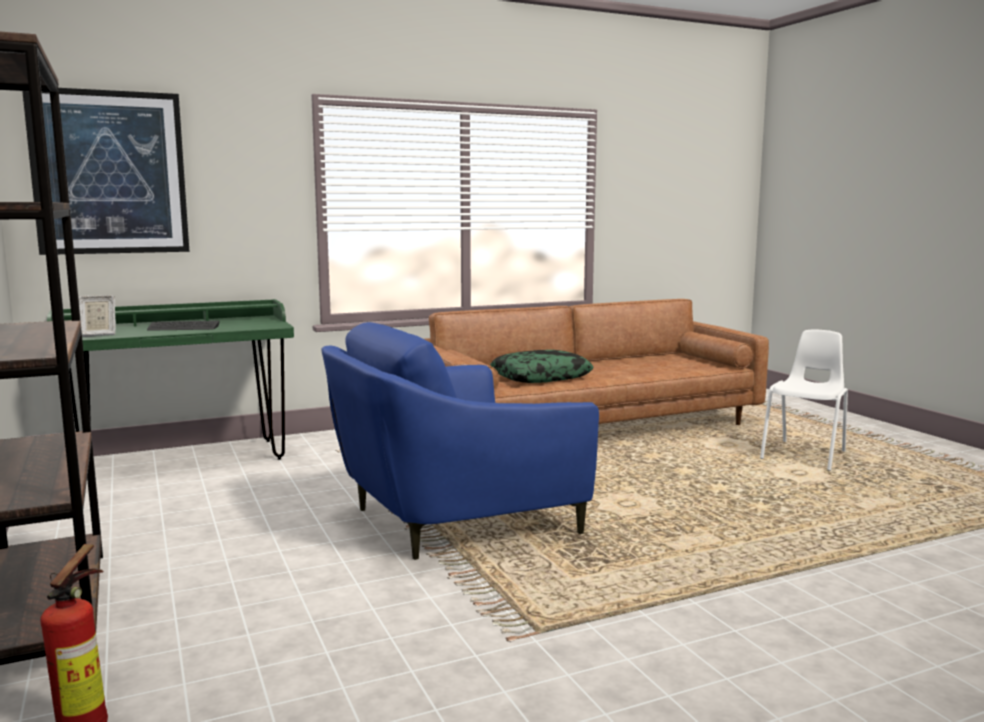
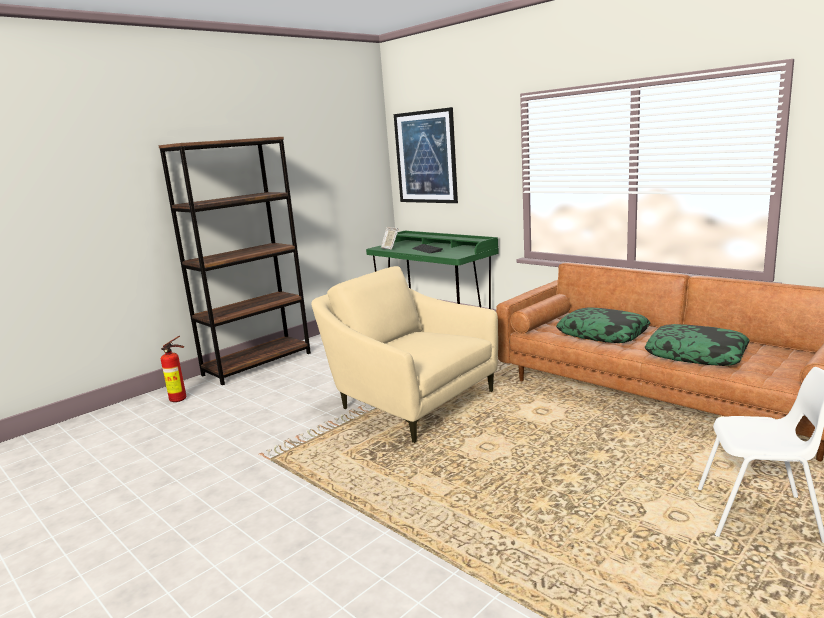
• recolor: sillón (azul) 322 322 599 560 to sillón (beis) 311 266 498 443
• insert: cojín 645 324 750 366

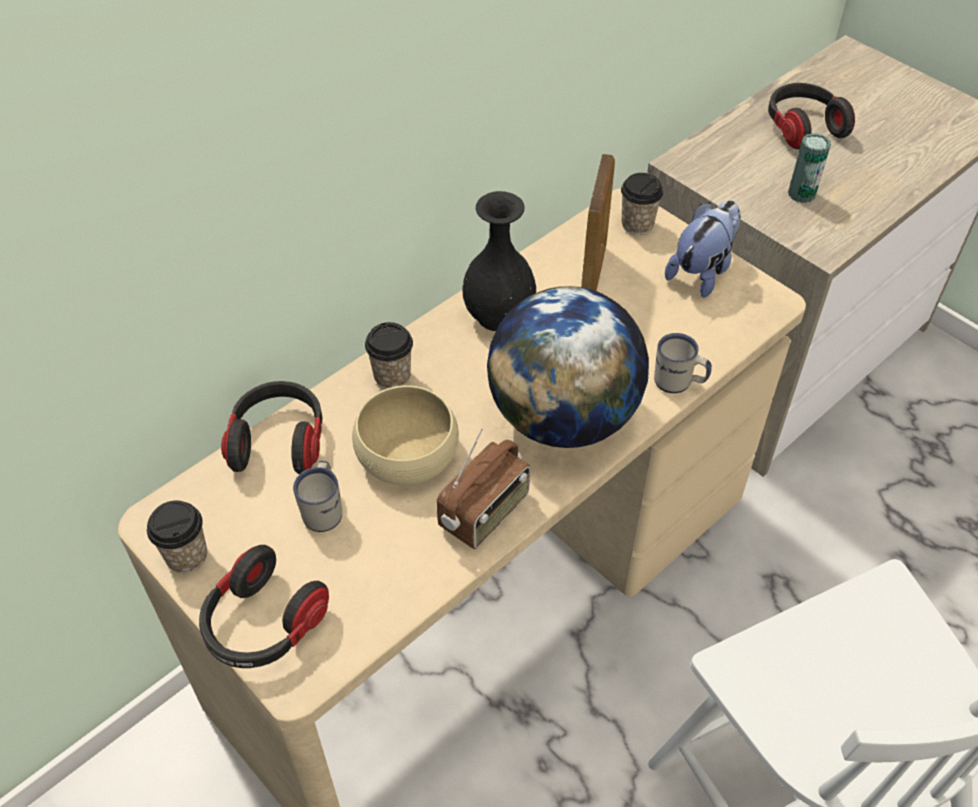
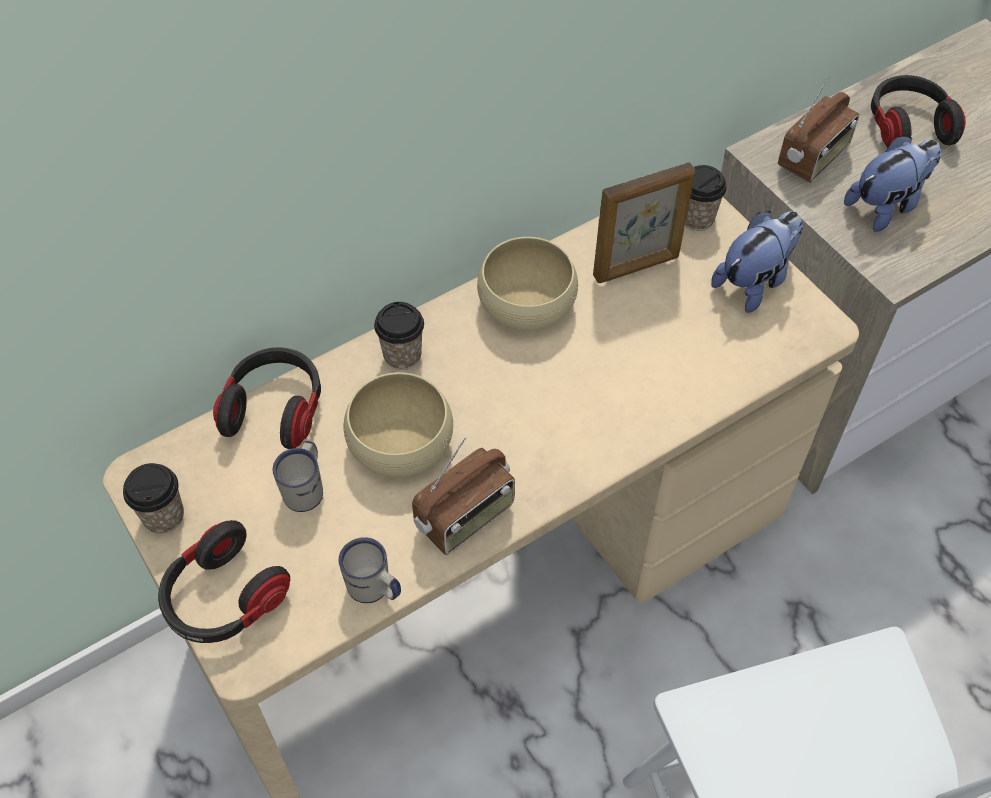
• replace: florero (negro) 462 191 536 331 to cuenco (beis) 477 237 578 331
• delete: globo terráqueo 487 286 649 448
• rotate: portarretratos 581 154 615 291 = 593 163 695 283 45 degrees clockwise
• move: taza grande (blanco) 654 333 712 393 to 339 537 401 603
• replace: lata 788 133 831 203 to peluche 844 136 941 232
• insert: radio 778 75 859 183

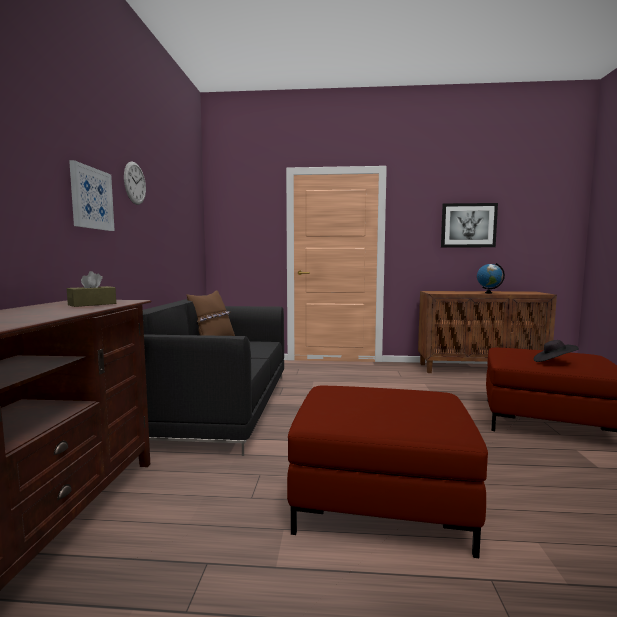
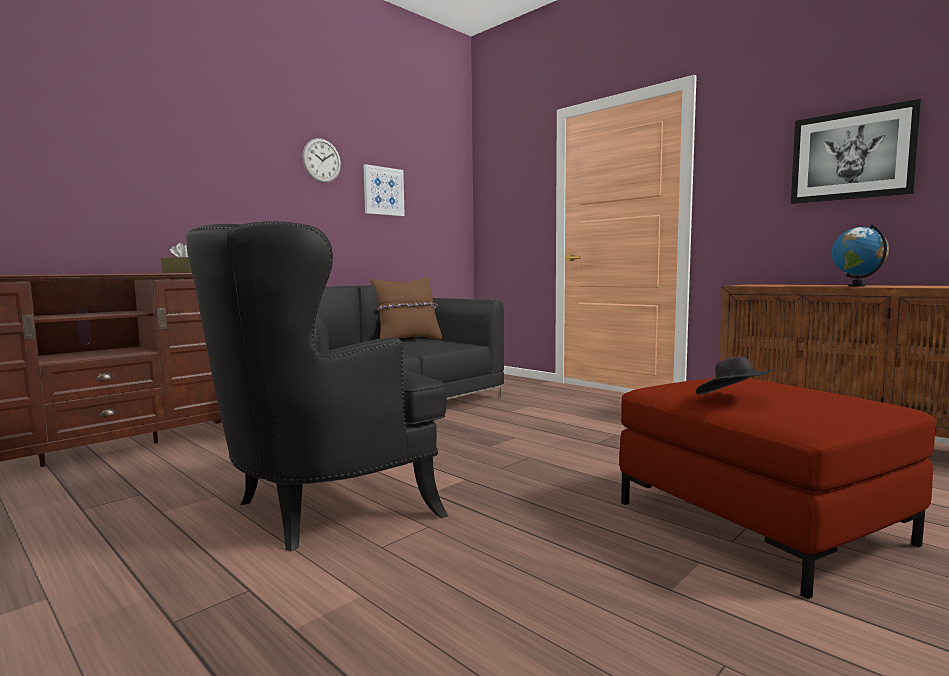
• move: cuadro 69 160 115 231 to 363 164 405 216
• replace: puf (rojo) 287 386 488 558 to sillón (negro) 186 221 448 551

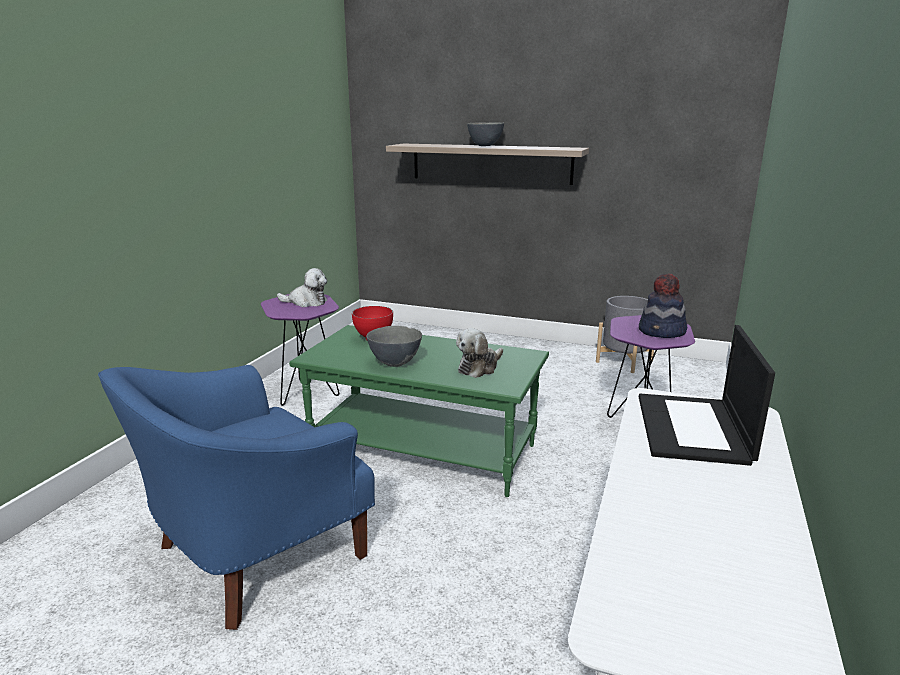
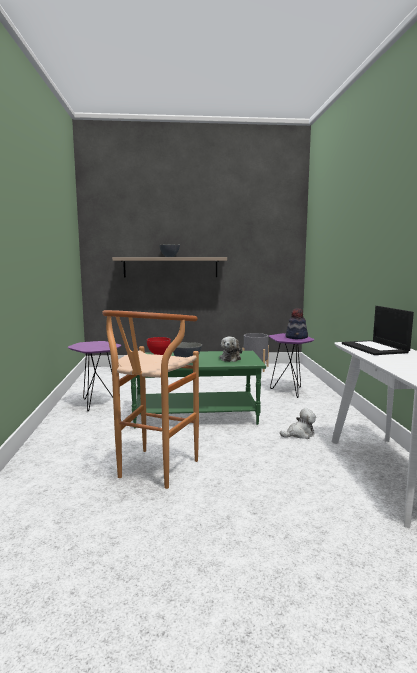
• replace: sillón (azul) 98 365 375 630 to taburete (marrón) 102 310 199 489
• move: peluche 277 268 327 307 to 280 408 316 439

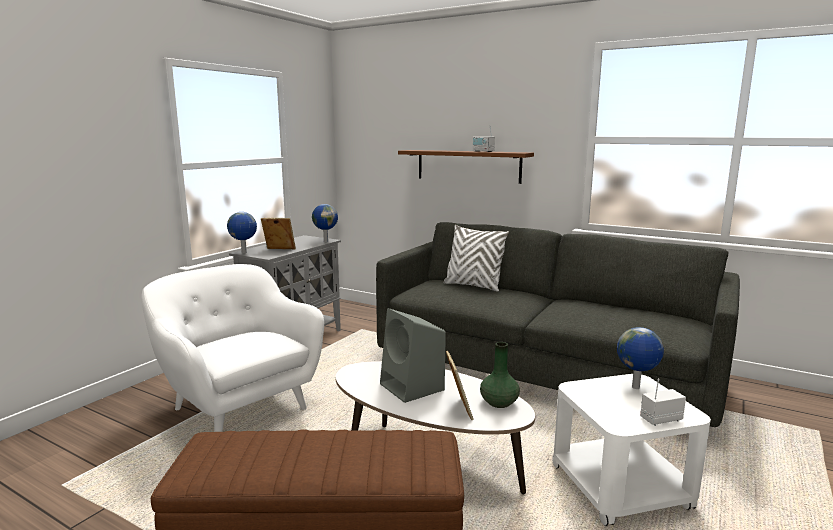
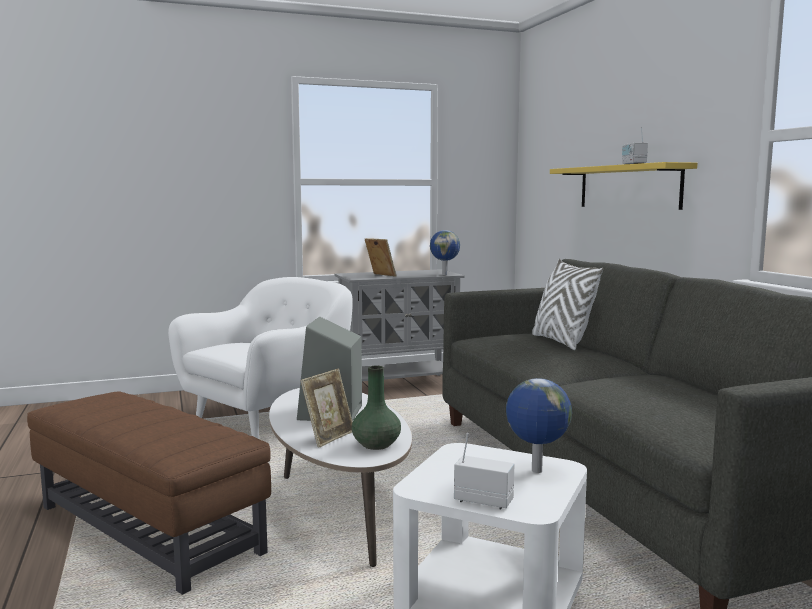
• rotate: sillón (blanco) 142 264 324 432 = 168 277 353 439 45 degrees clockwise
• delete: globo terráqueo 227 212 257 253
• recolor: estante (marrón) 398 150 534 184 to estante (amarillo) 550 162 697 210

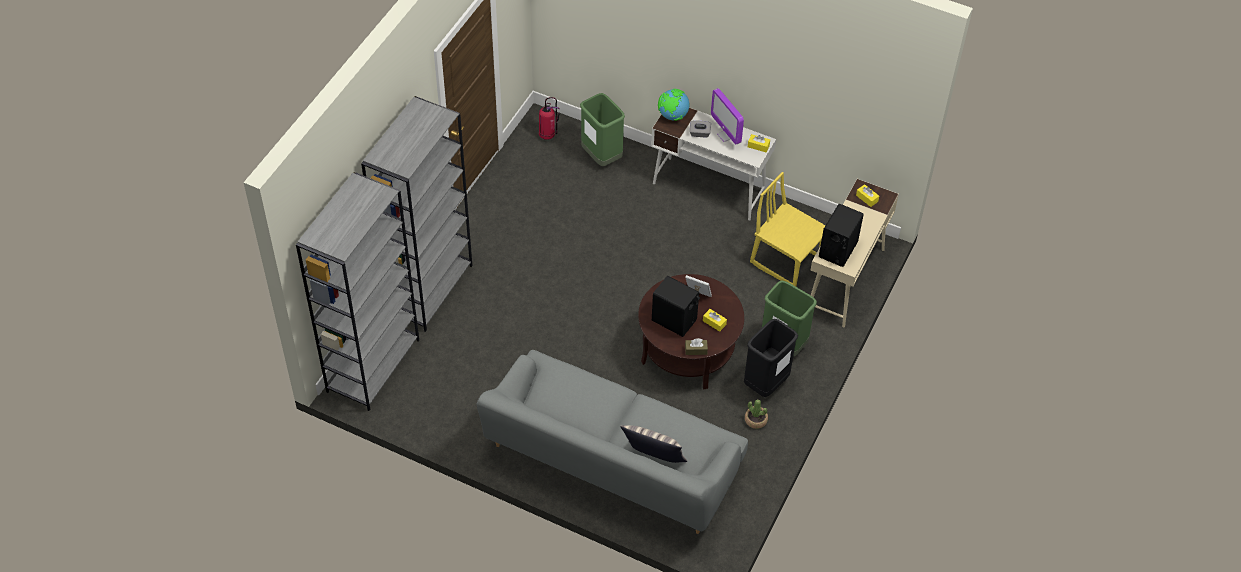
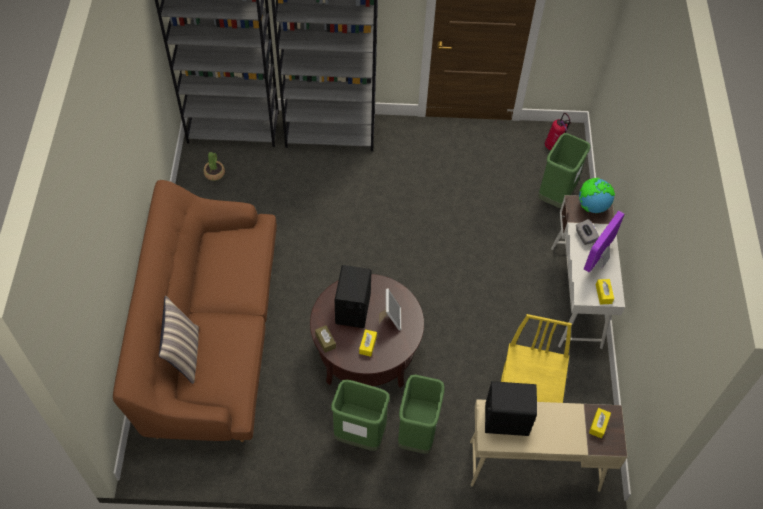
• recolor: sofá (gris) 477 350 748 534 to sofá (marrón) 113 180 277 442
• recolor: papelera (negro) 744 319 798 397 to papelera (verde) 331 380 390 451
• move: planta en maceta 745 400 768 429 to 203 152 225 181

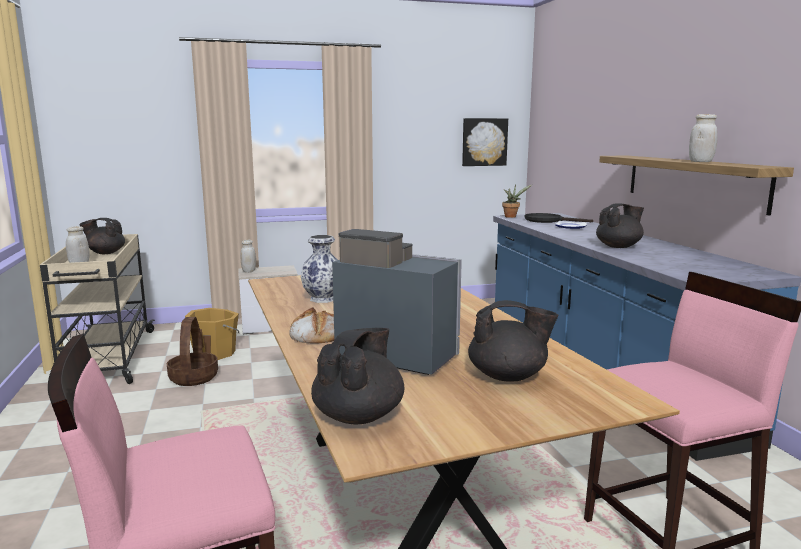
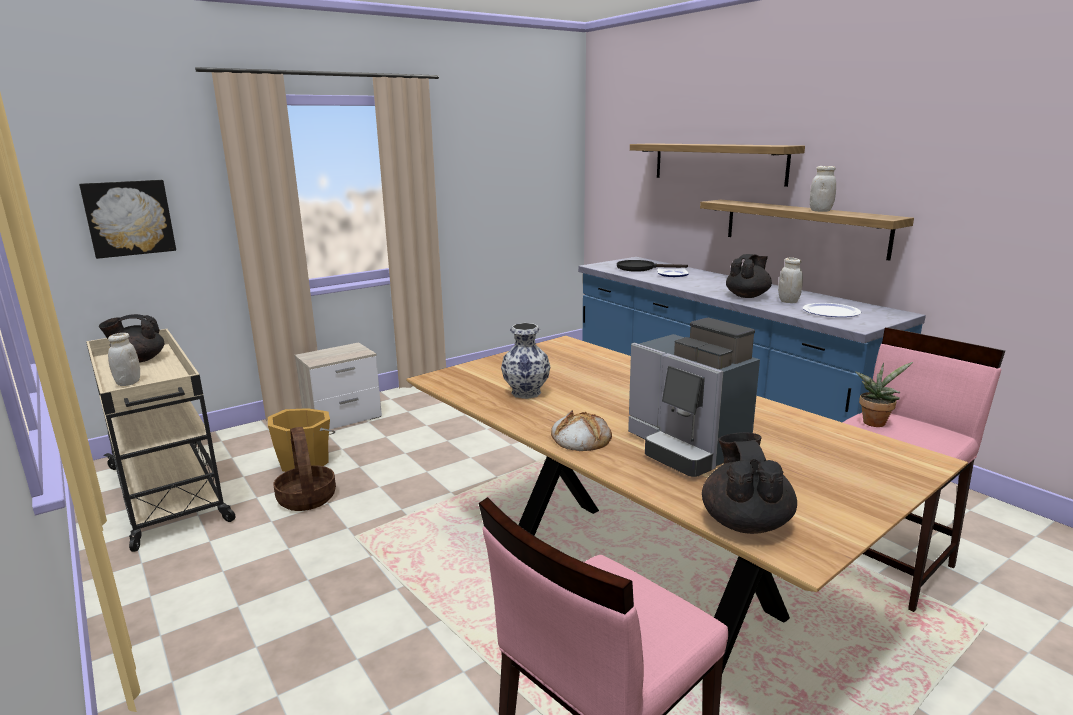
• move: tarro (blanco) 241 240 256 273 to 778 257 803 303
• rotate: cafetera 332 229 462 375 = 628 318 760 477 135 degrees counterclockwise
• move: cuadro 462 118 508 166 to 79 180 176 259
• delete: tetera (negro) 468 300 558 381
• move: planta en maceta 502 184 532 218 to 855 362 913 427
• insert: estante 630 143 805 187
• insert: plato 803 303 861 317

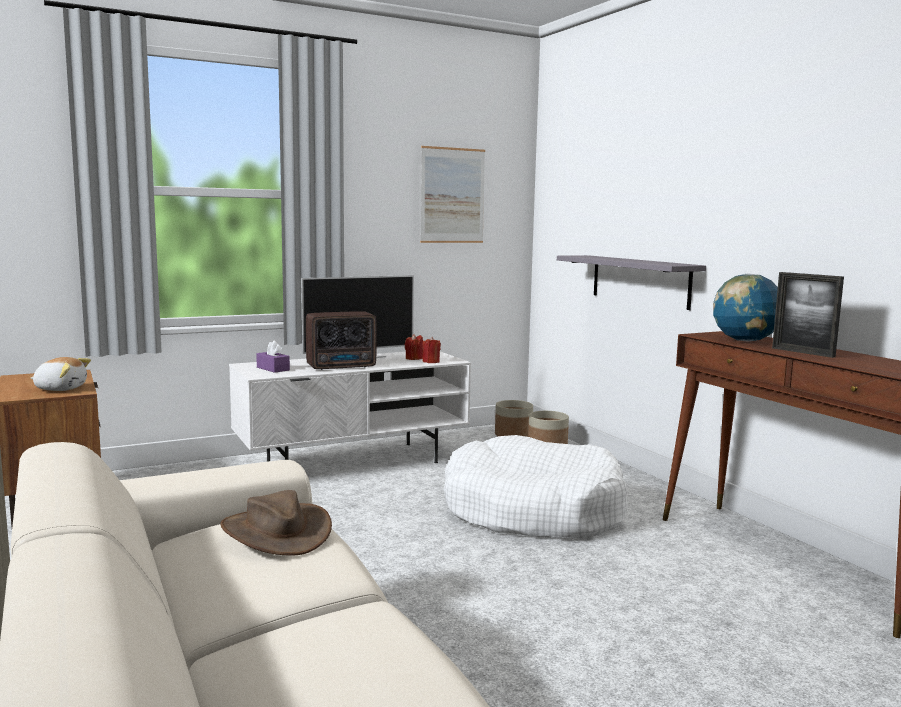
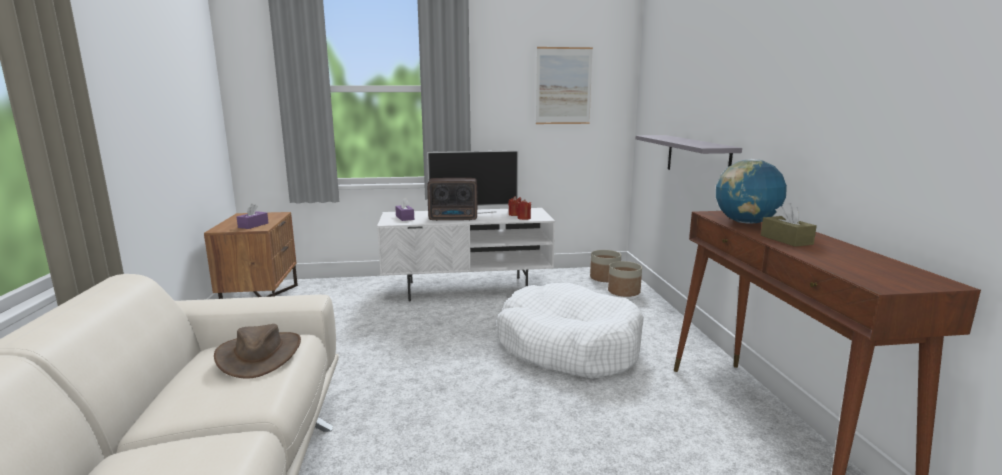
• replace: peluche 31 357 91 391 to caja de pañuelos (morado) 237 204 268 229
• replace: portarretratos 772 272 844 358 to caja de pañuelos (marrón) 761 203 817 247

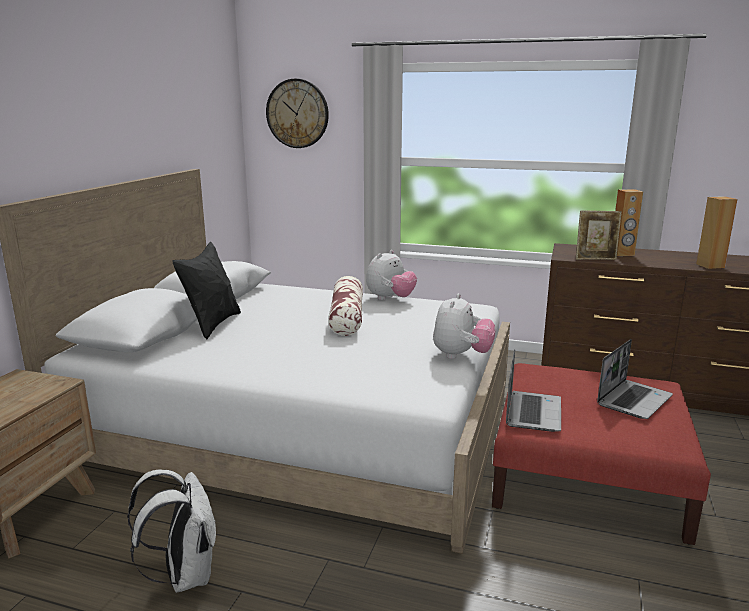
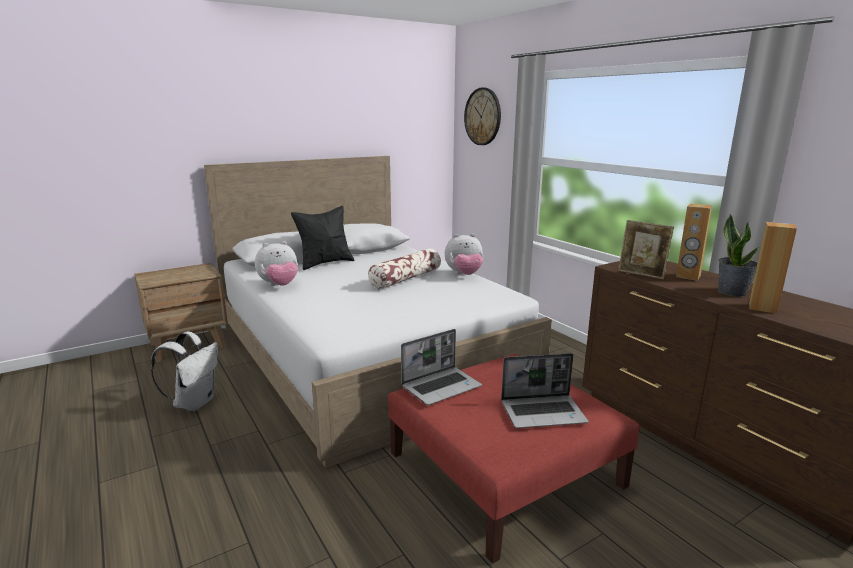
• move: peluche 433 293 496 359 to 255 241 298 286
• insert: planta en maceta 718 214 759 297

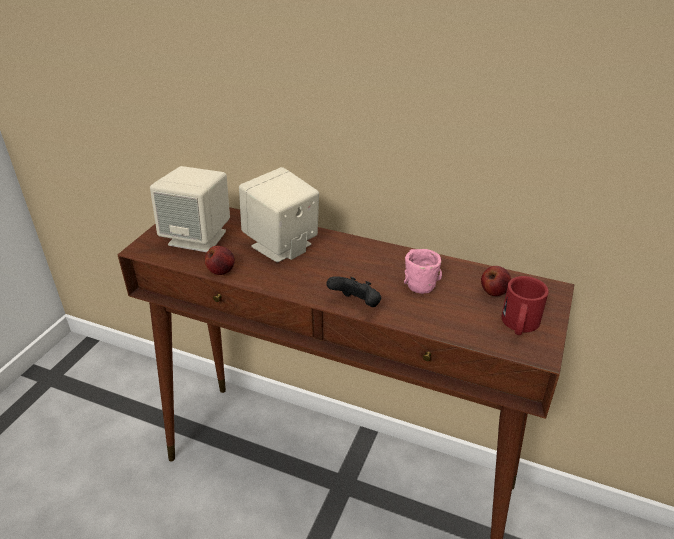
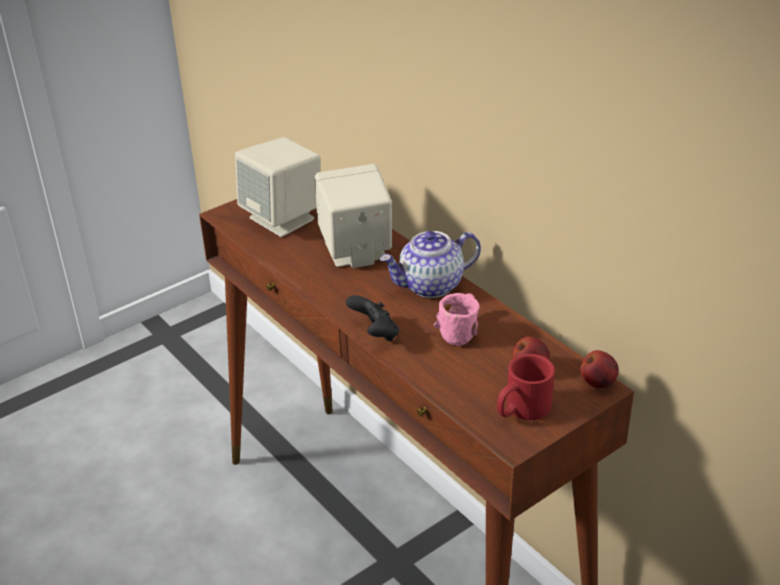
• move: manzana 205 246 235 275 to 580 350 619 388
• insert: tetera 380 231 481 298

